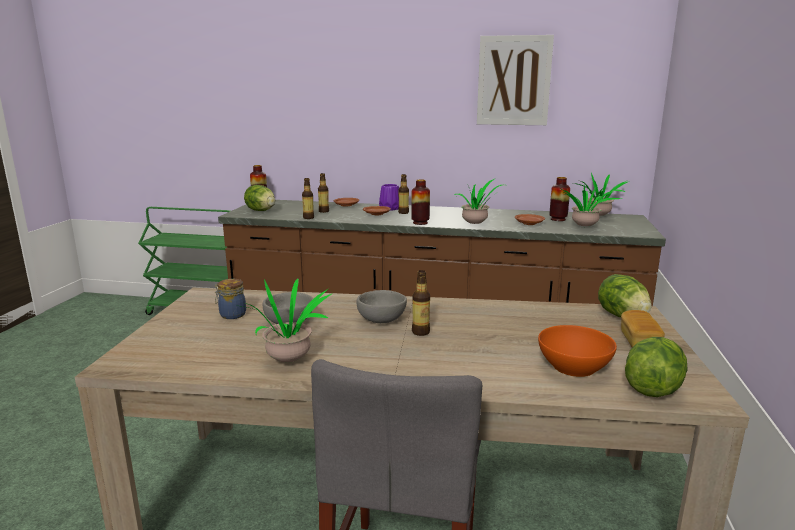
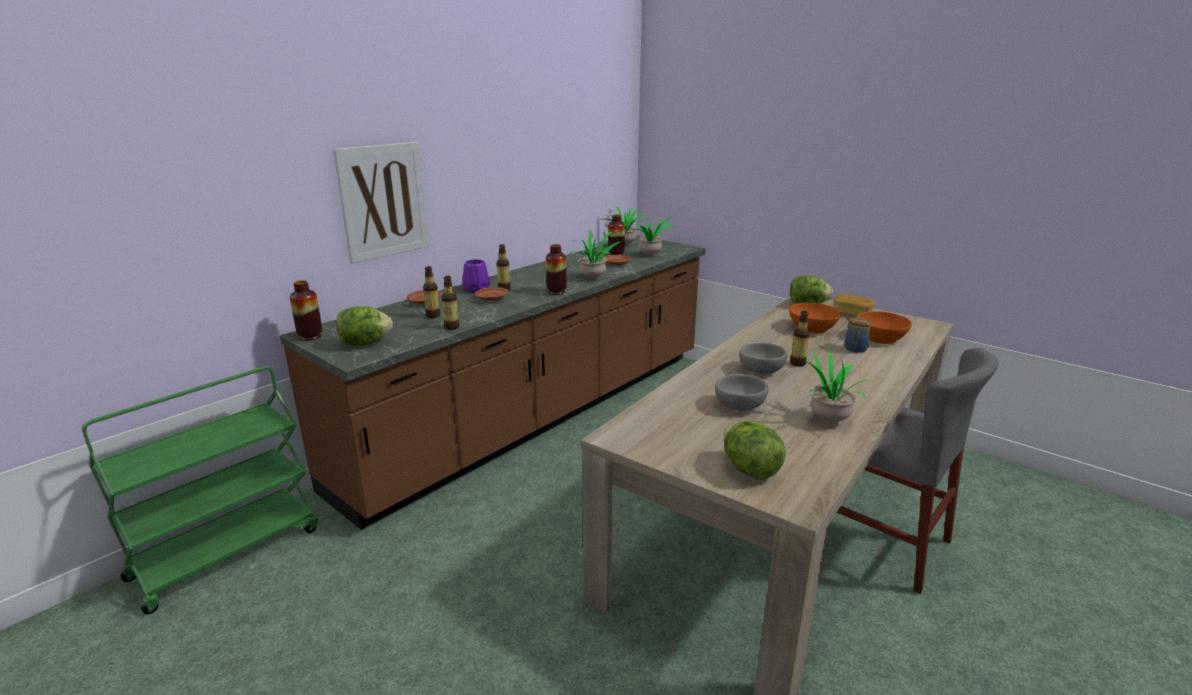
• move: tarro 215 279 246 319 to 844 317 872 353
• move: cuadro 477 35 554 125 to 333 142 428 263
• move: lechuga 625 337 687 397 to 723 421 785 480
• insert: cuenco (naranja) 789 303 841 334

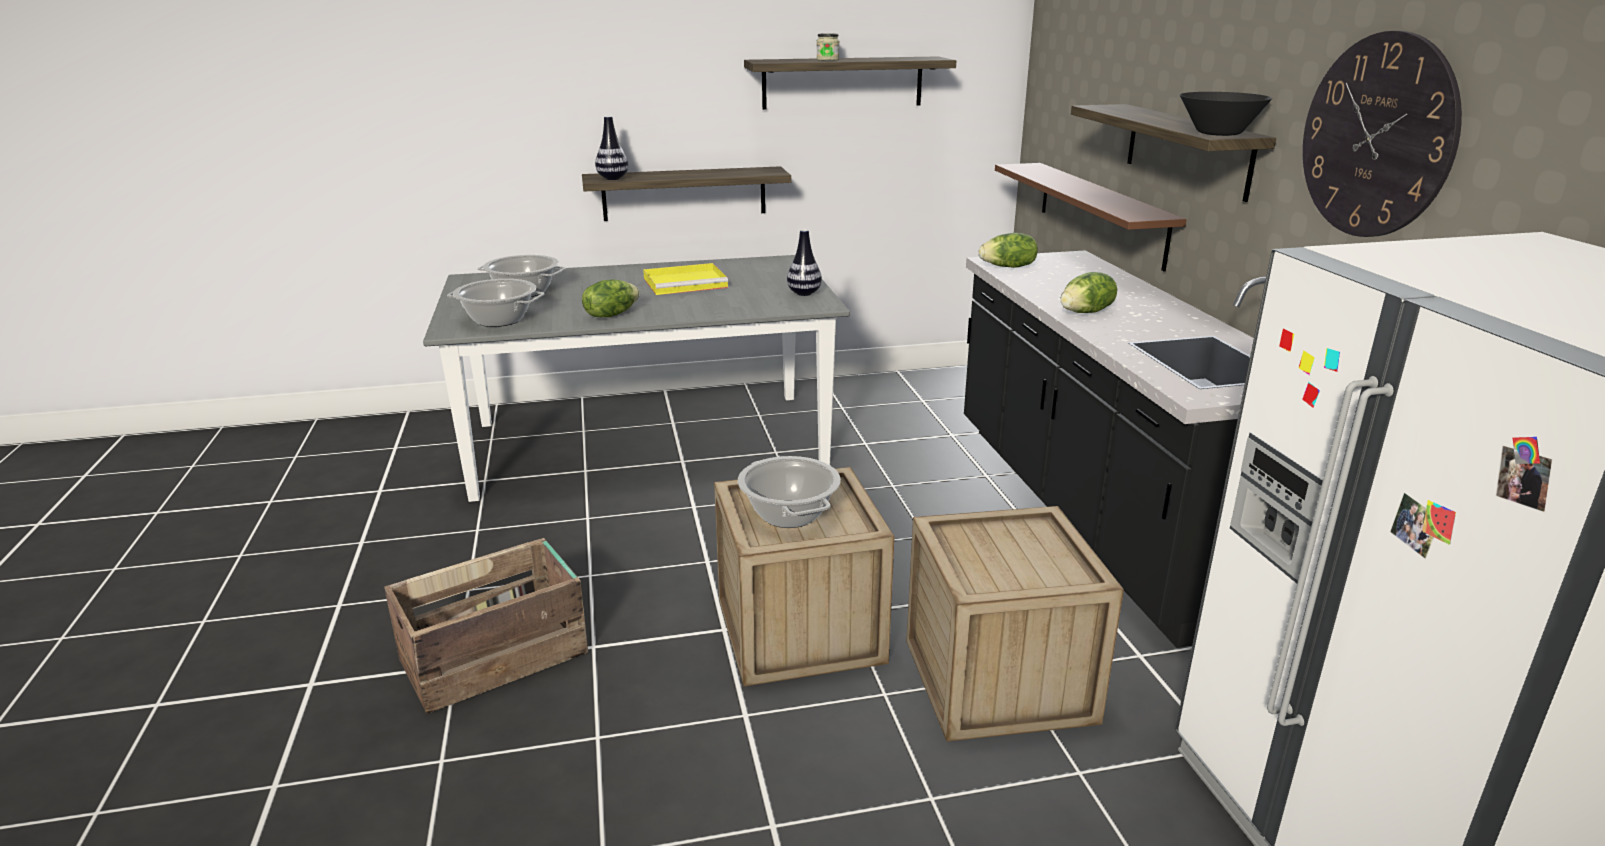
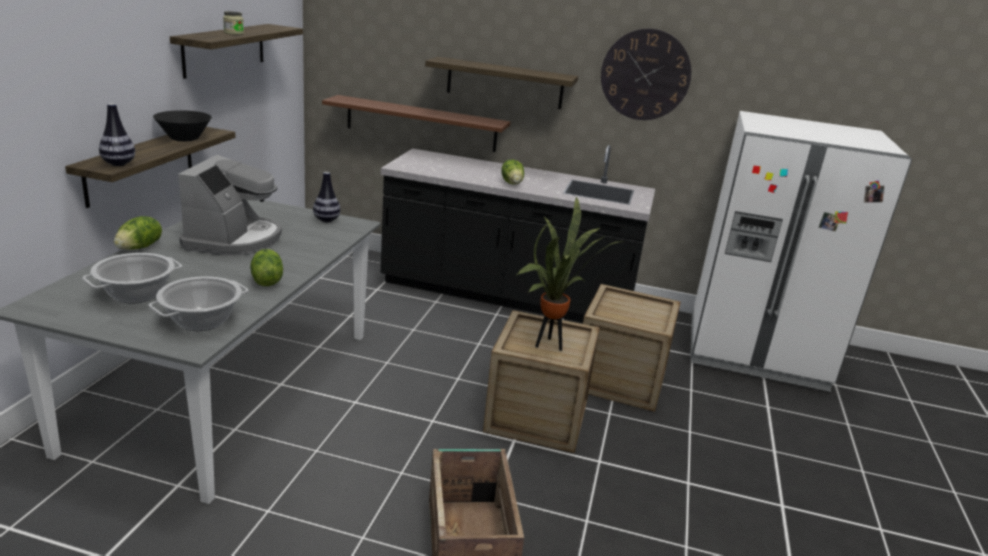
• replace: bandeja (amarillo) 643 263 728 295 to cafetera 178 155 282 256
• replace: olla 738 456 841 528 to planta en maceta 517 197 622 351
• move: lechuga 979 233 1038 268 to 114 216 162 250
• move: cuenco (negro) 1180 92 1272 136 to 153 110 212 141

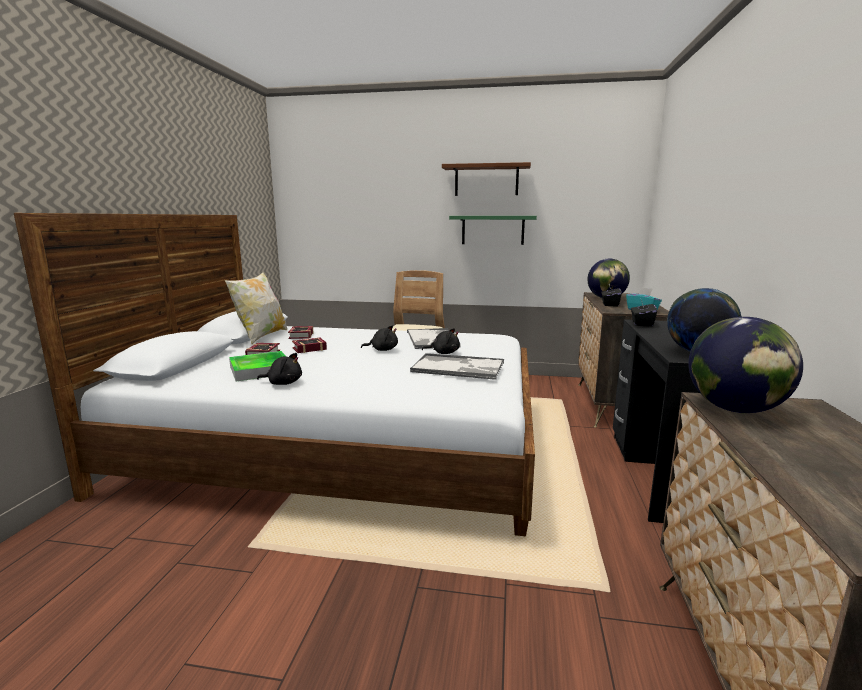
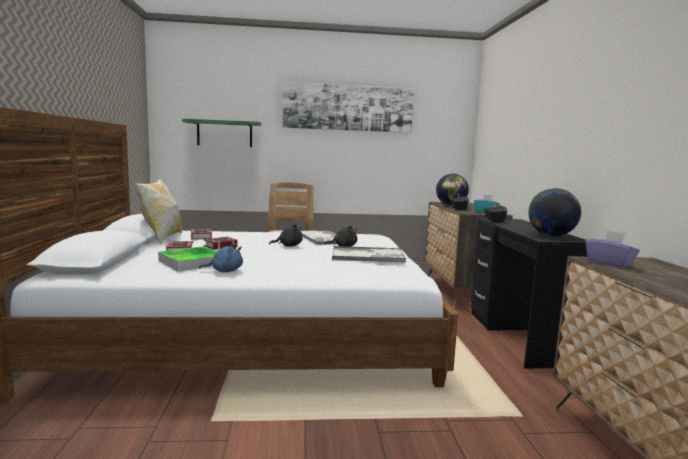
• recolor: peluche (negro) 257 353 302 385 to peluche (azul) 199 243 243 272
• replace: estante (marrón) 442 162 531 196 to cuadro 282 82 414 133
• move: estante (verde) 449 216 537 245 to 182 119 261 147
• replace: globo terráqueo 689 317 803 413 to caja de pañuelos (morado) 586 230 640 268

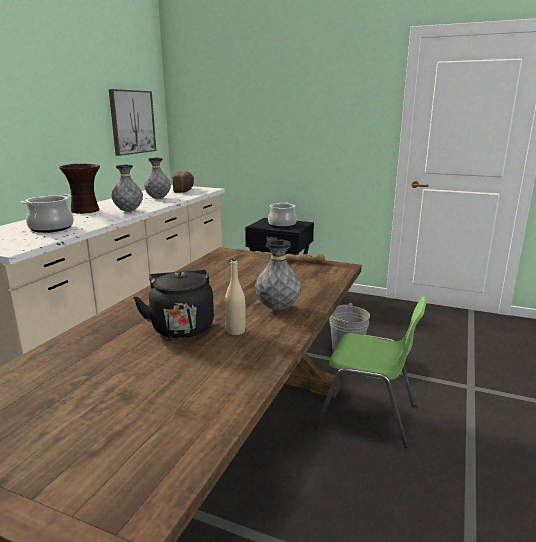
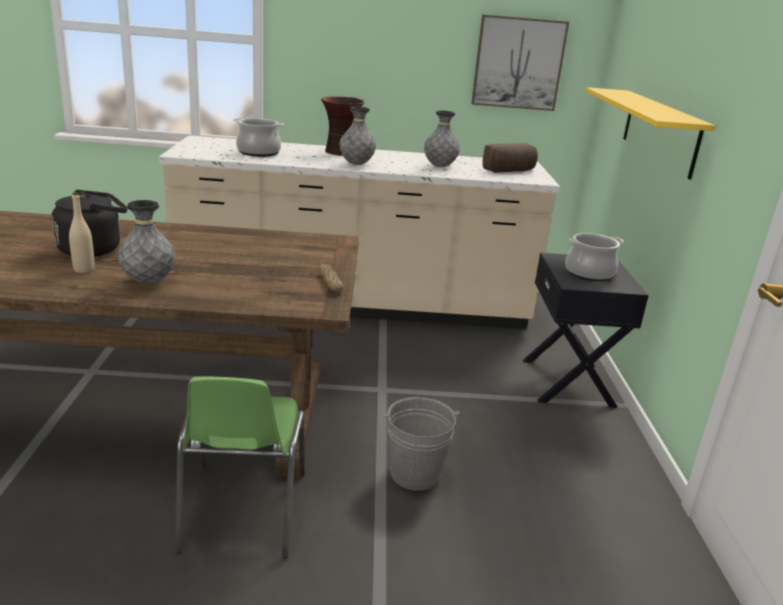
• insert: estante (amarillo) 585 87 716 180

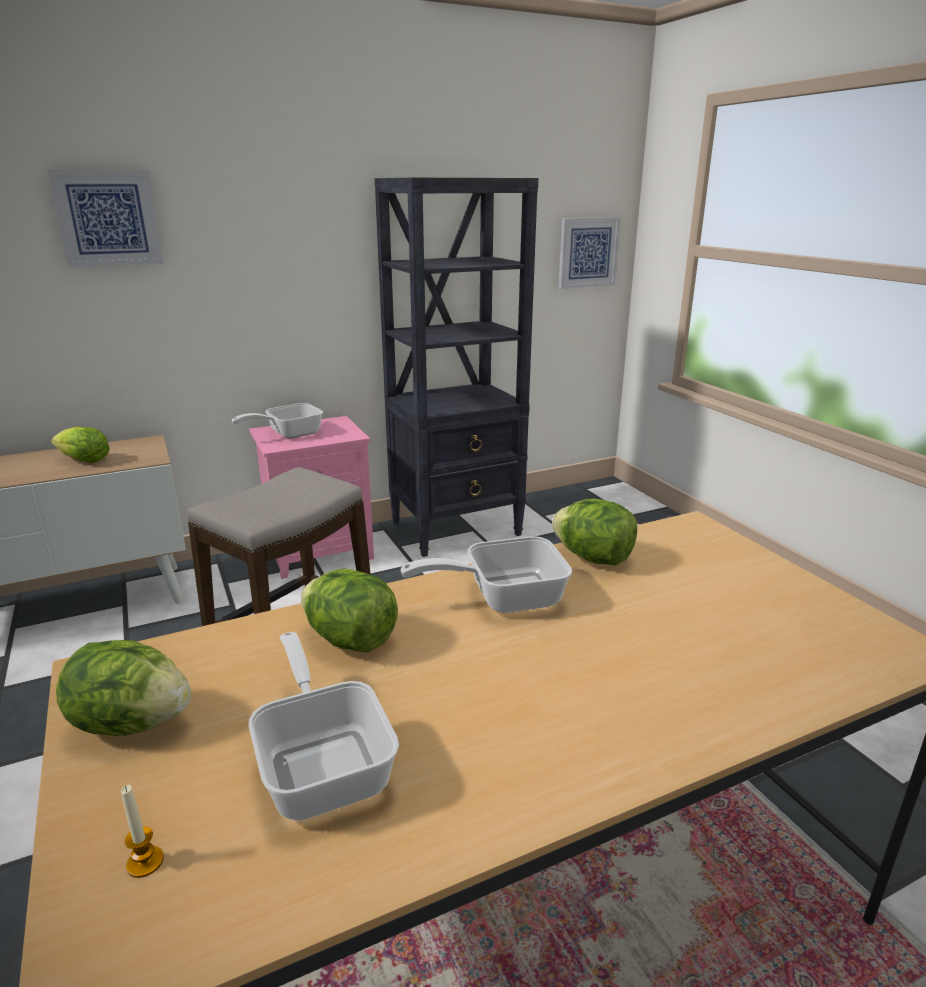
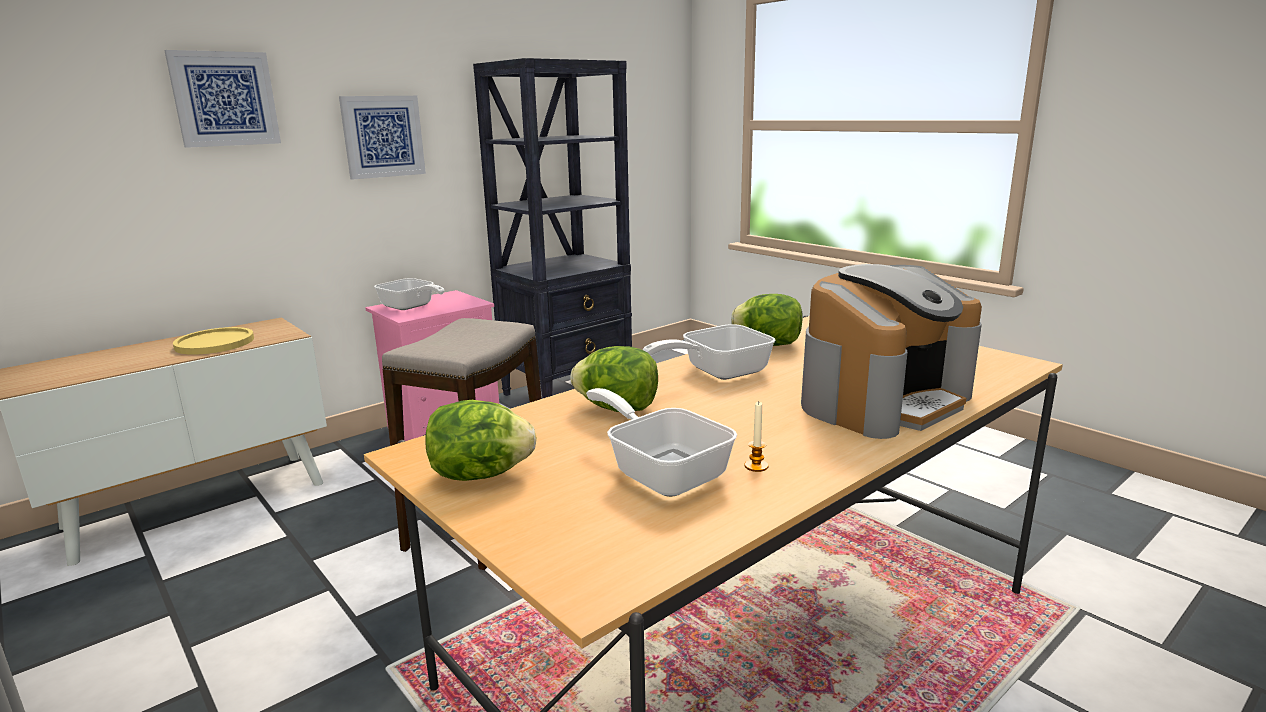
• replace: lechuga 51 427 110 463 to plato (amarillo) 173 327 254 355
• move: vela 121 785 164 878 to 745 402 768 472
• rotate: sartén 232 403 323 438 = 374 278 444 310 90 degrees counterclockwise
• move: cuadro 558 217 621 289 to 339 96 426 179
• insert: cafetera 801 264 982 439

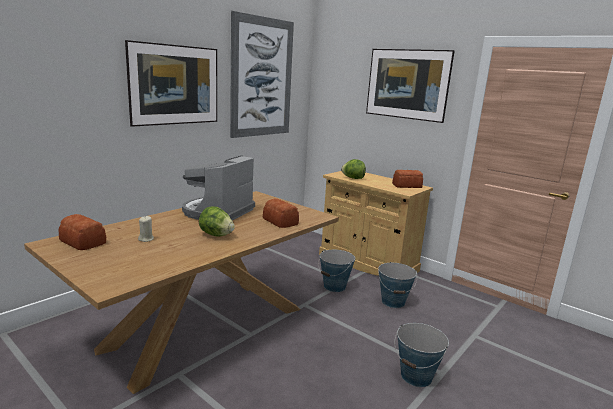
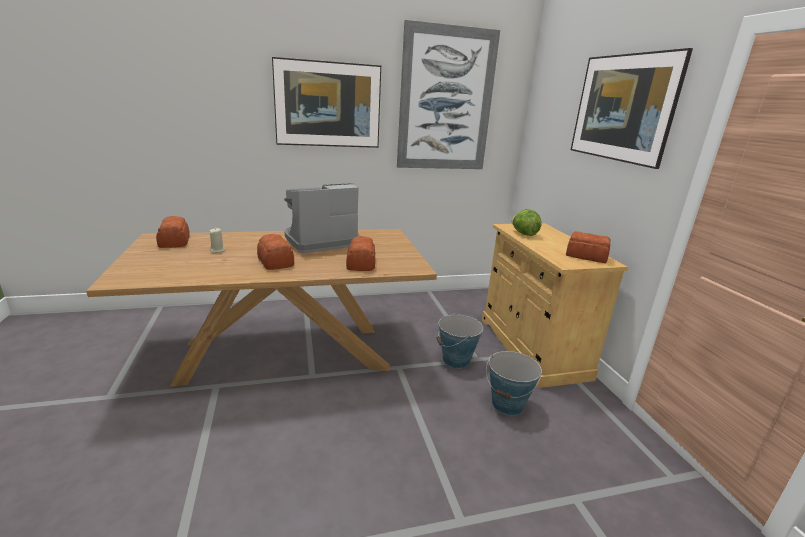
• replace: lechuga 199 206 235 237 to pan 257 234 294 270
• delete: cubo 395 323 449 387

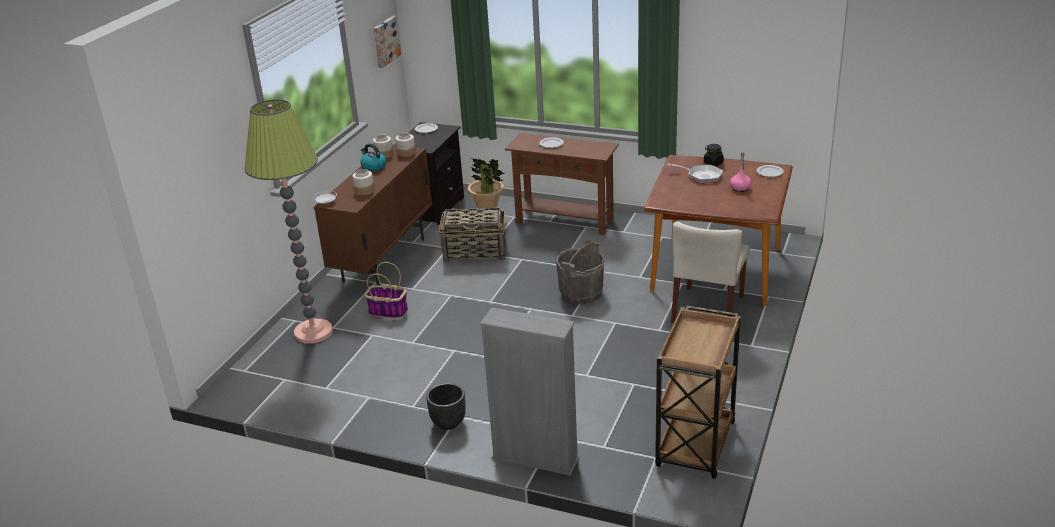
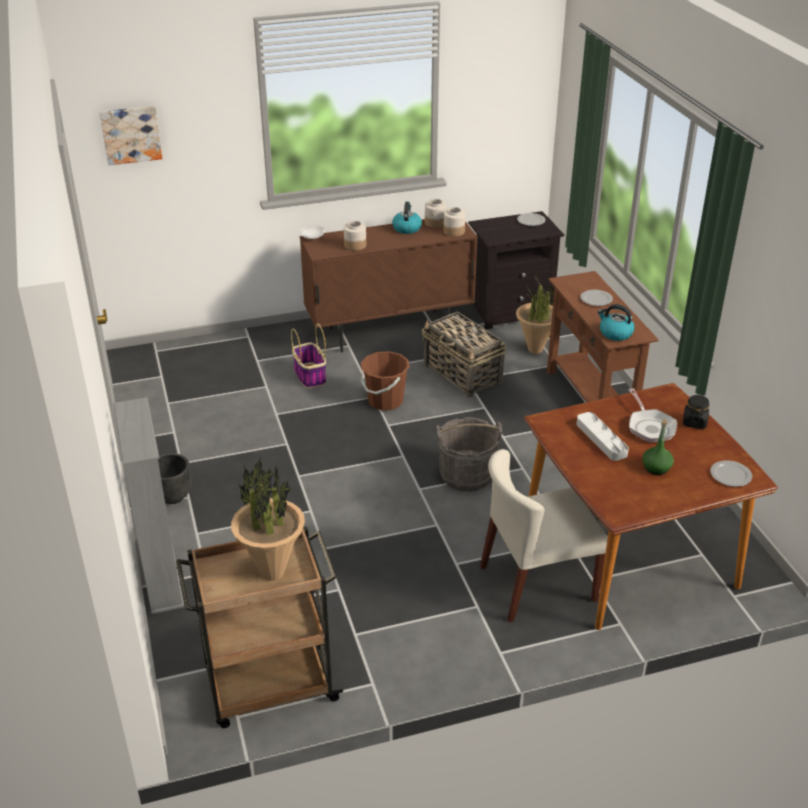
• delete: lámpara de pie 244 99 333 344
• move: cuadro 374 16 401 68 to 99 106 163 165
• recolor: botella (rosa) 730 152 751 192 to botella (verde) 642 420 674 475
• insert: planta en maceta 231 456 305 581
• insert: cubo (marrón) 361 351 410 410
• insert: bandeja (gris) 577 412 629 461
• insert: hervidor 597 304 634 341

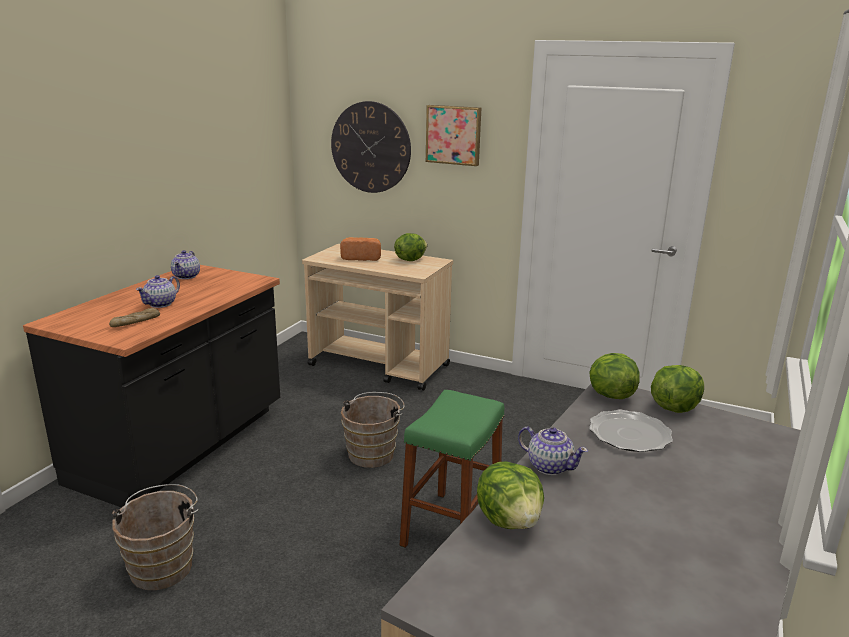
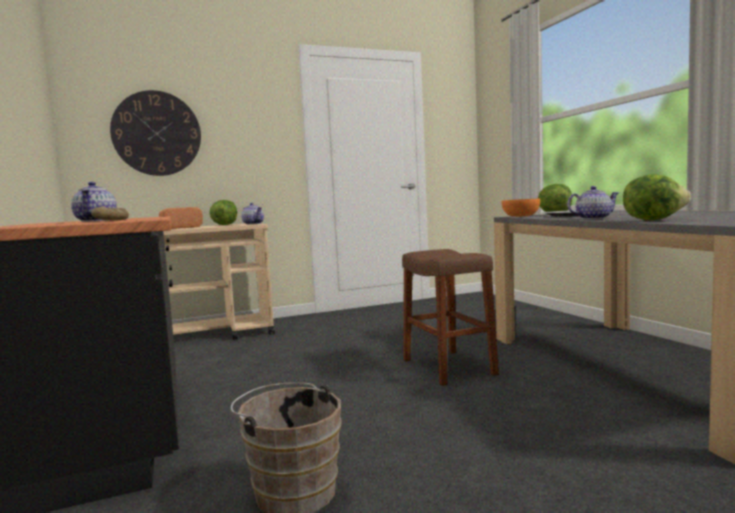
• move: tetera 171 250 200 279 to 241 203 264 225
• delete: cubo (marrón) 341 392 404 468
• recolor: taburete (verde) 400 390 504 548 to taburete (marrón) 402 249 499 386
• delete: cuadro 426 105 481 166
• replace: lechuga 590 353 640 399 to cuenco (naranja) 502 198 540 217

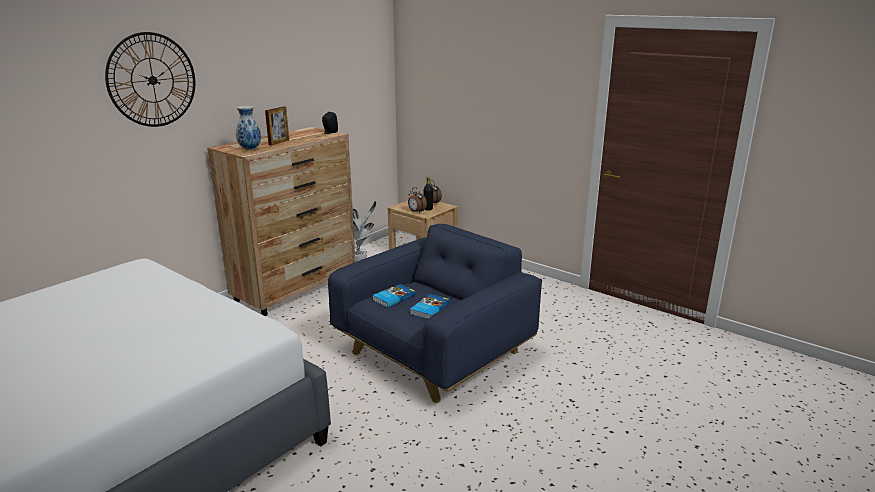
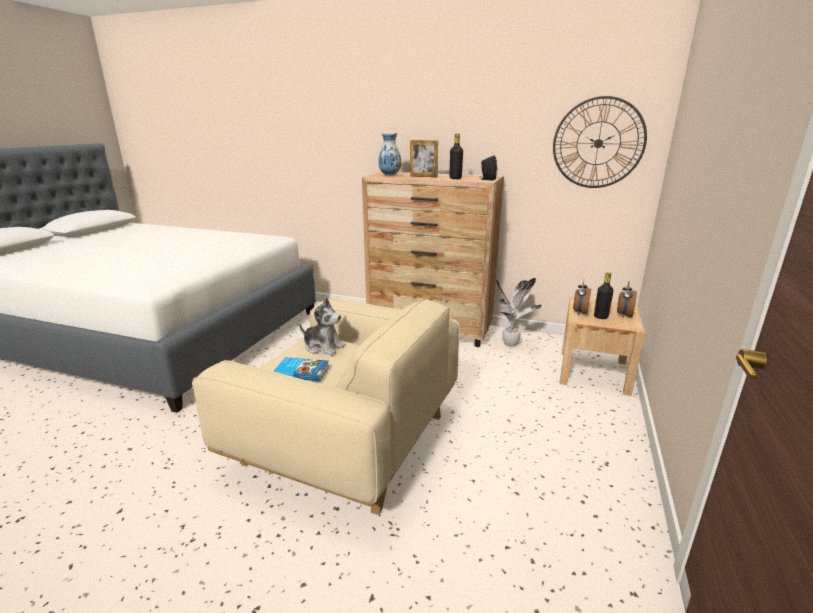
• move: reloj de pared 105 32 195 127 to 553 96 647 188
• recolor: sillón (azul) 328 224 542 403 to sillón (beis) 192 299 460 515
• replace: libro 372 284 415 308 to peluche 299 298 345 355
• insert: botella (negro) 450 133 463 179

